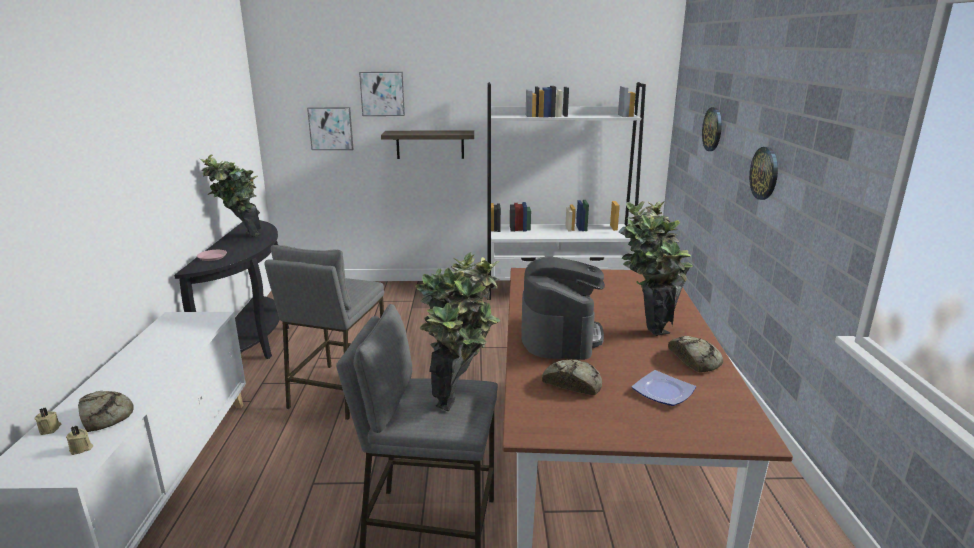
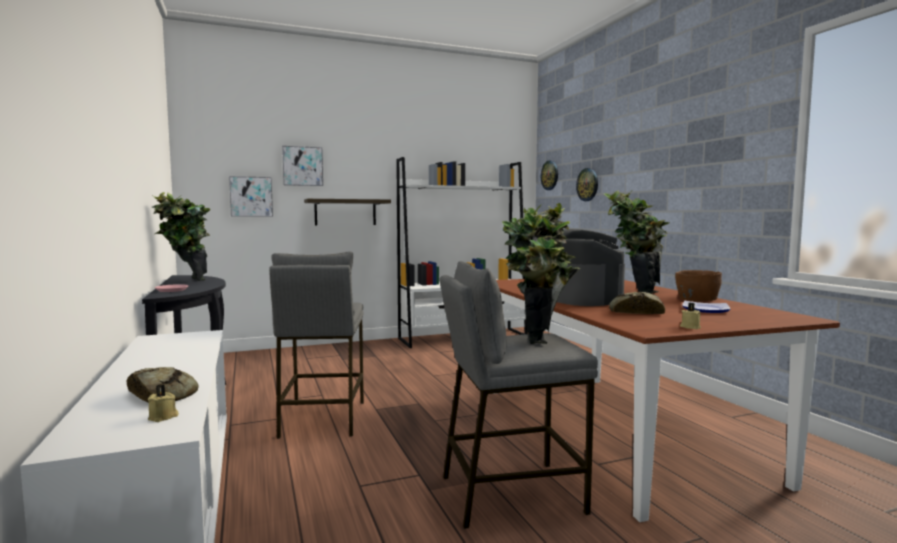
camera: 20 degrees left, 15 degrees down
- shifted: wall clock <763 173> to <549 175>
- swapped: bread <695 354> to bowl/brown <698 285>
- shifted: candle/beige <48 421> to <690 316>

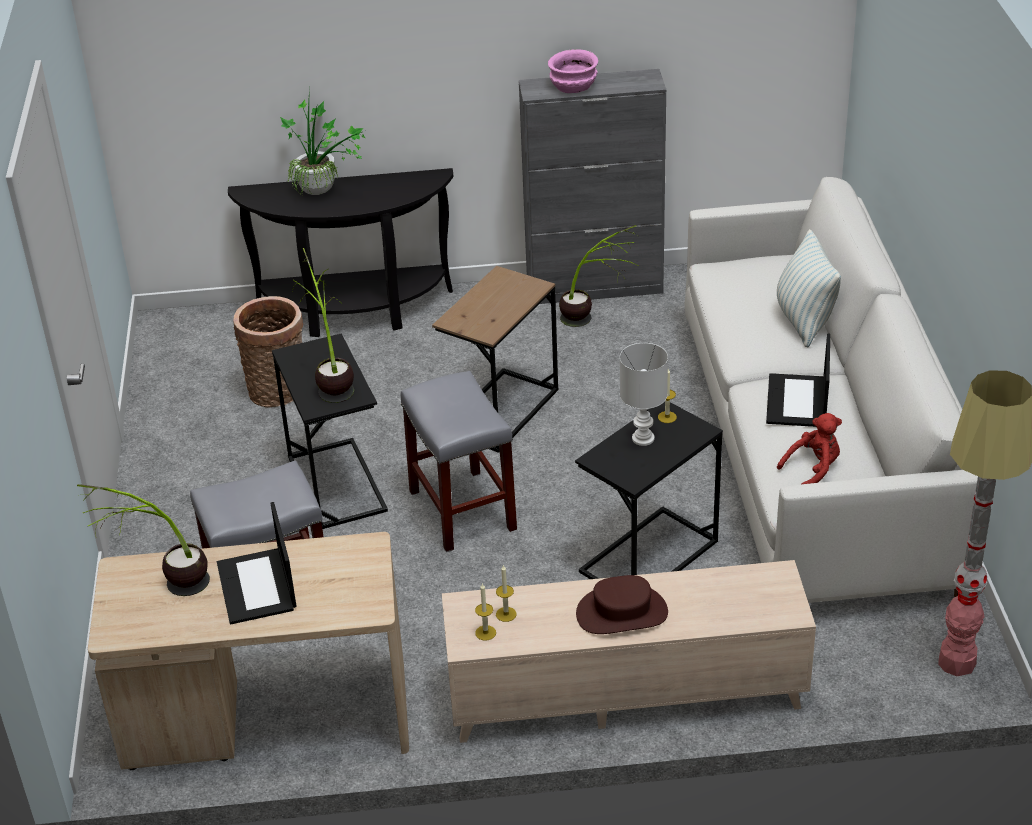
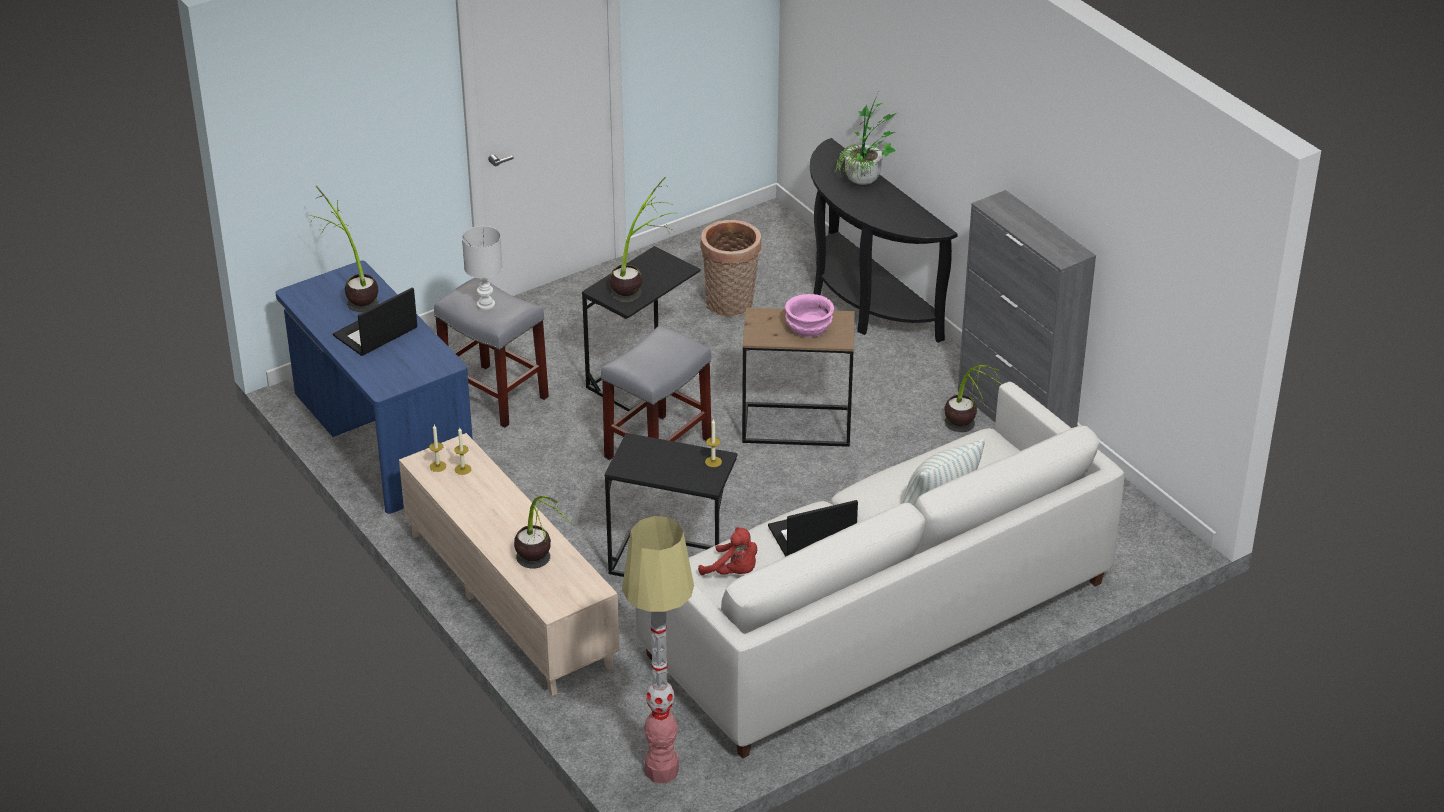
camera: 60 degrees right, 0 degrees up
- shifted: bowl/pink <573 71> to <809 315>
- shifted: table lamp/white <644 394> to <482 268>
- repainted: desk/beige <248 651> to desk/blue <374 387>
- gone: hat/brown <622 604>
- new: potted plant <543 531>

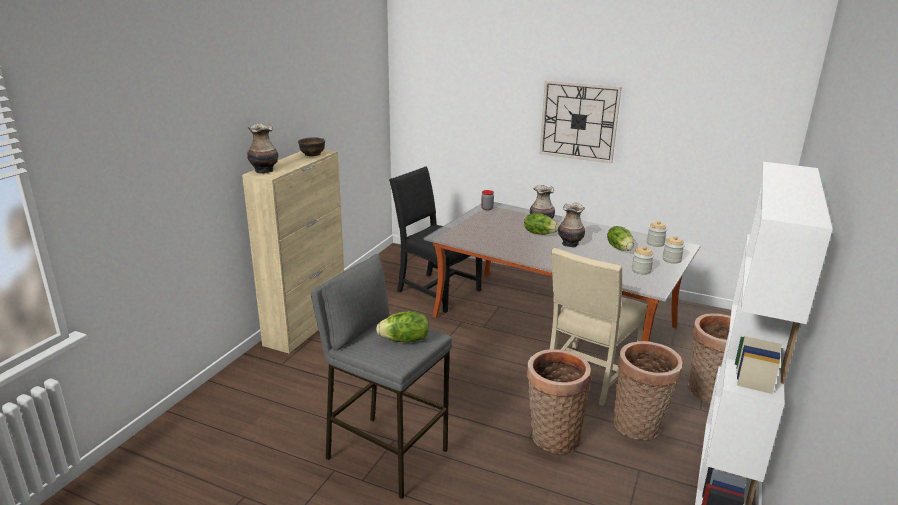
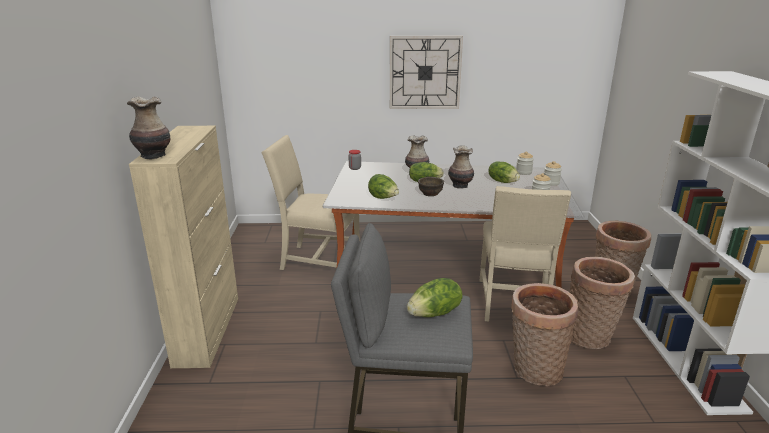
camera: 25 degrees left, 0 degrees up
- shifted: bowl/brown <311 146> to <431 186>
- repainted: chair/black <435 239> to chair/beige <310 202>
- new: lettuce <383 186>

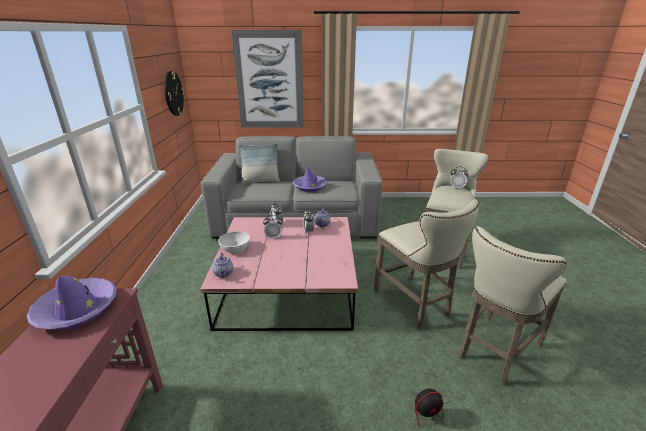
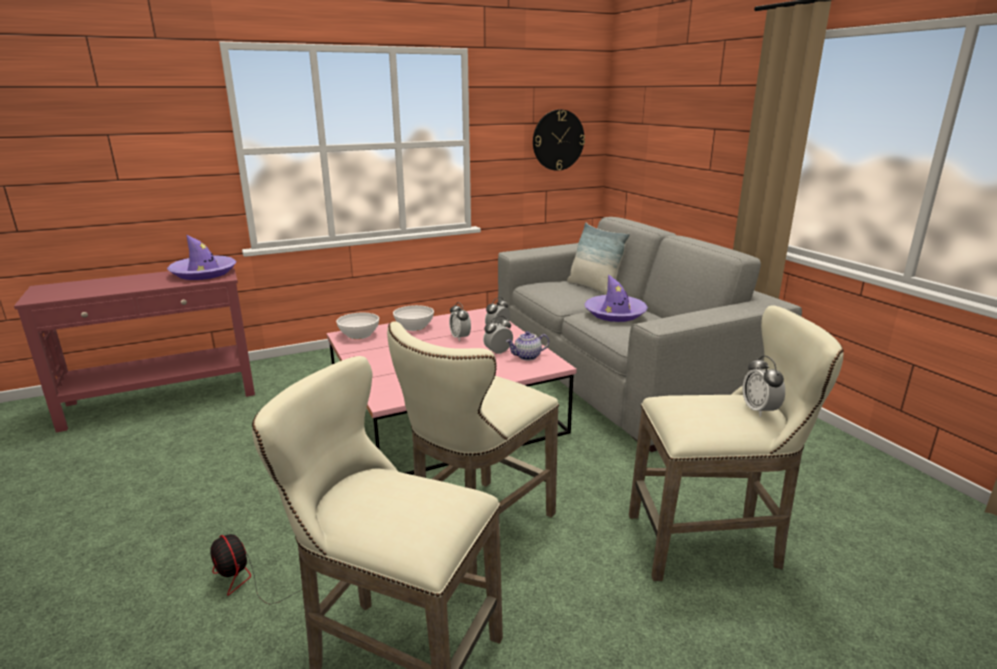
camera: 65 degrees right, 5 degrees down
- gone: picture <267 79>
- swapped: teapot <222 265> to bowl/white <357 326>

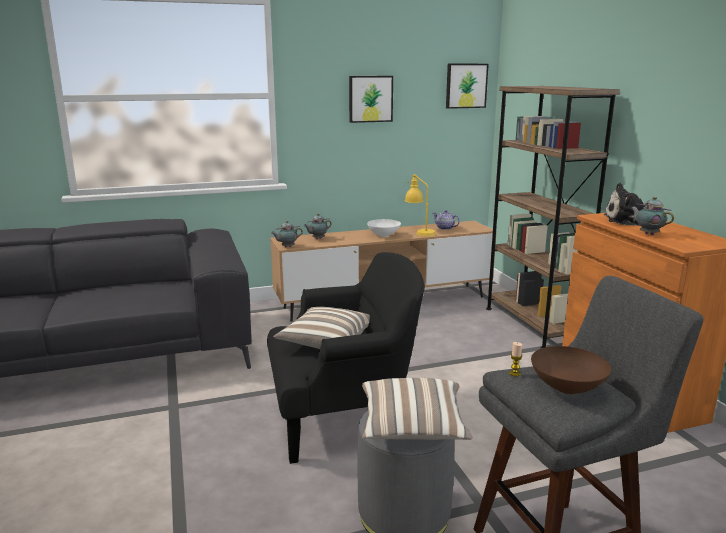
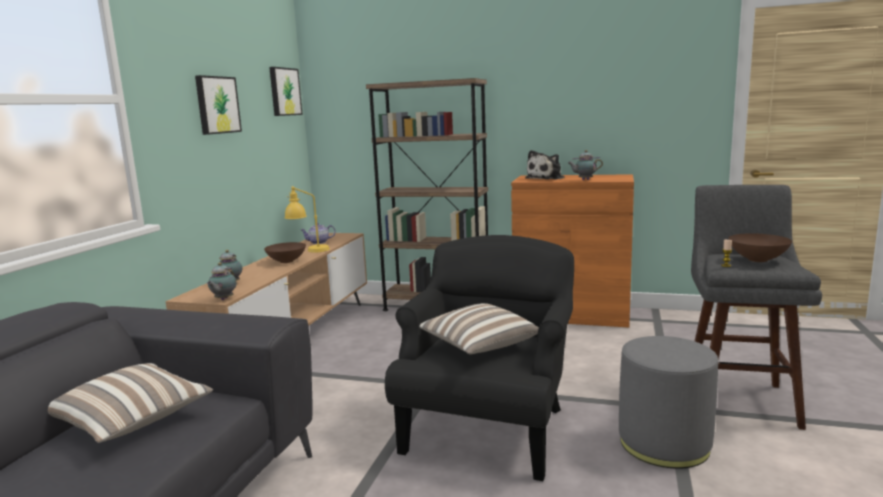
camera: 55 degrees left, 5 degrees down
- repainted: bowl/white <384 228> to bowl/brown <285 252>
- shifted: pillow <417 409> to <130 403>

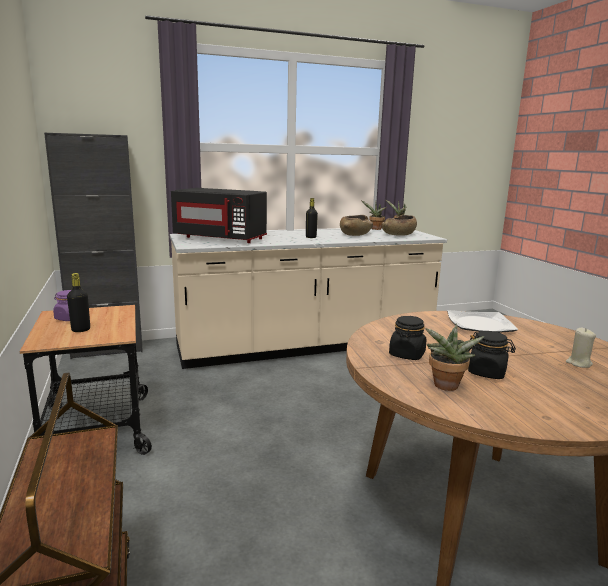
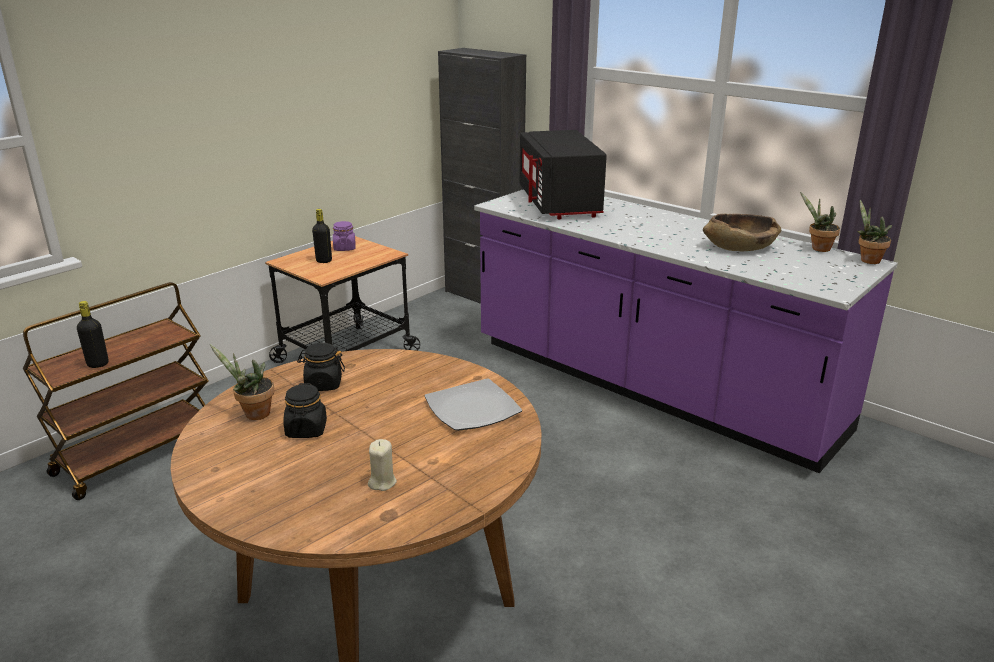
camera: 60 degrees right, 10 degrees up
- shifted: bottle/black <312 218> to <93 334>
- gone: bowl/brown <399 225>
- repainted: counter/beige <308 299> to counter/purple <686 331>

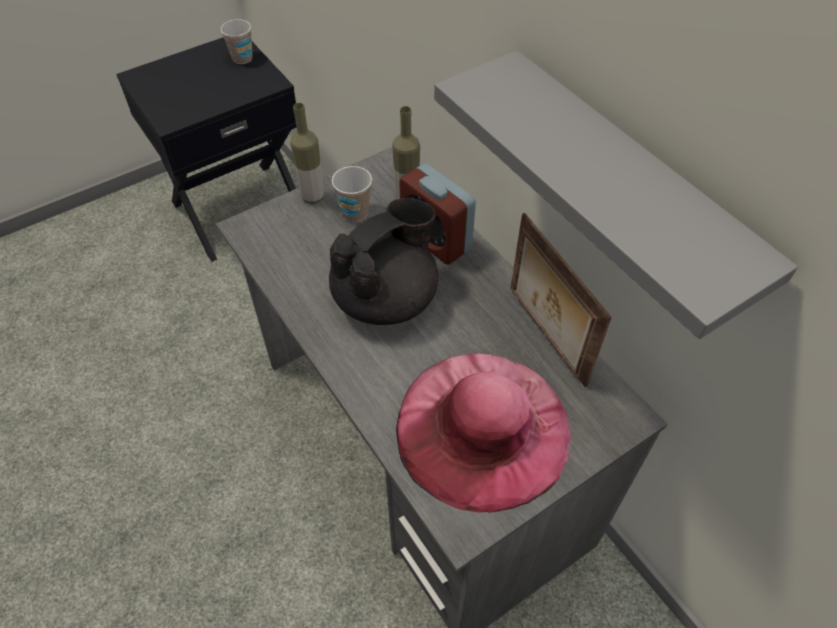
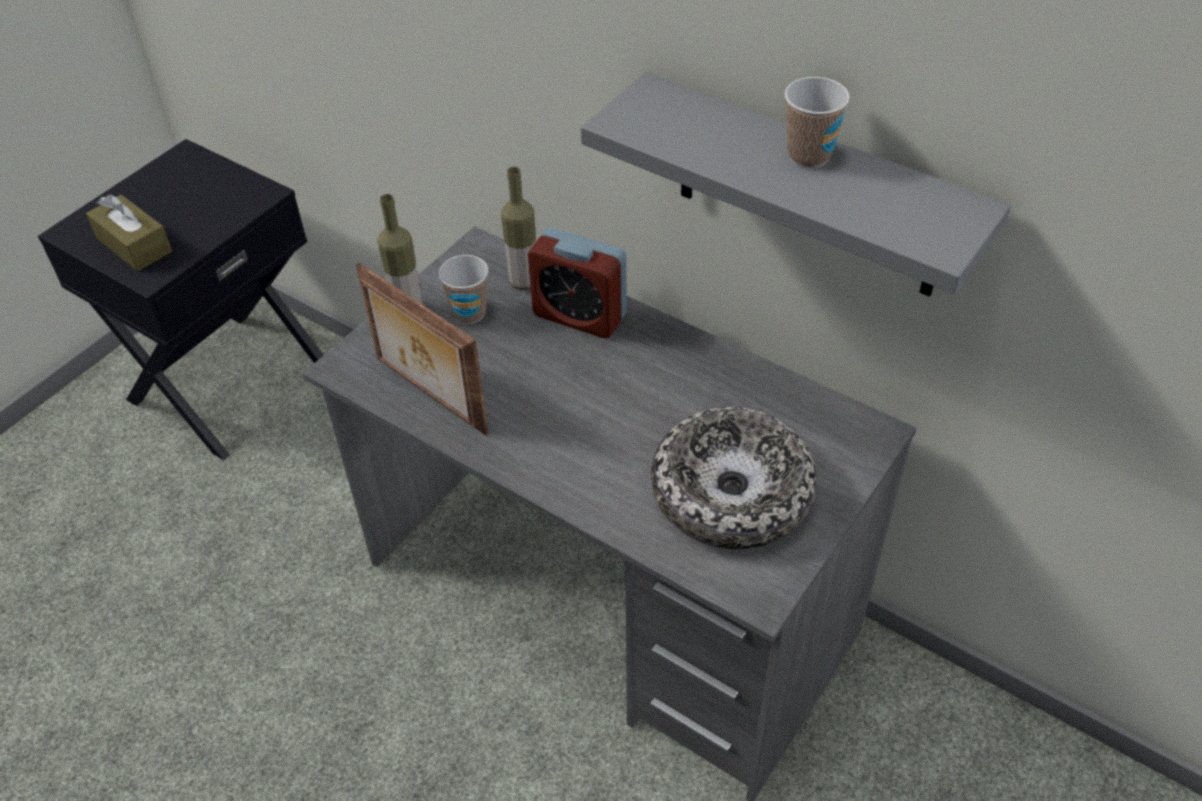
camera: 20 degrees left, 5 degrees down
- shifted: cup <237 41> to <817 122>
- gone: teapot/black <383 261>
- shifted: picture frame <561 300> to <422 348>
- swapped: hat/pink <483 433> to bowl <734 478>
- new: tissue box/brown <129 232>

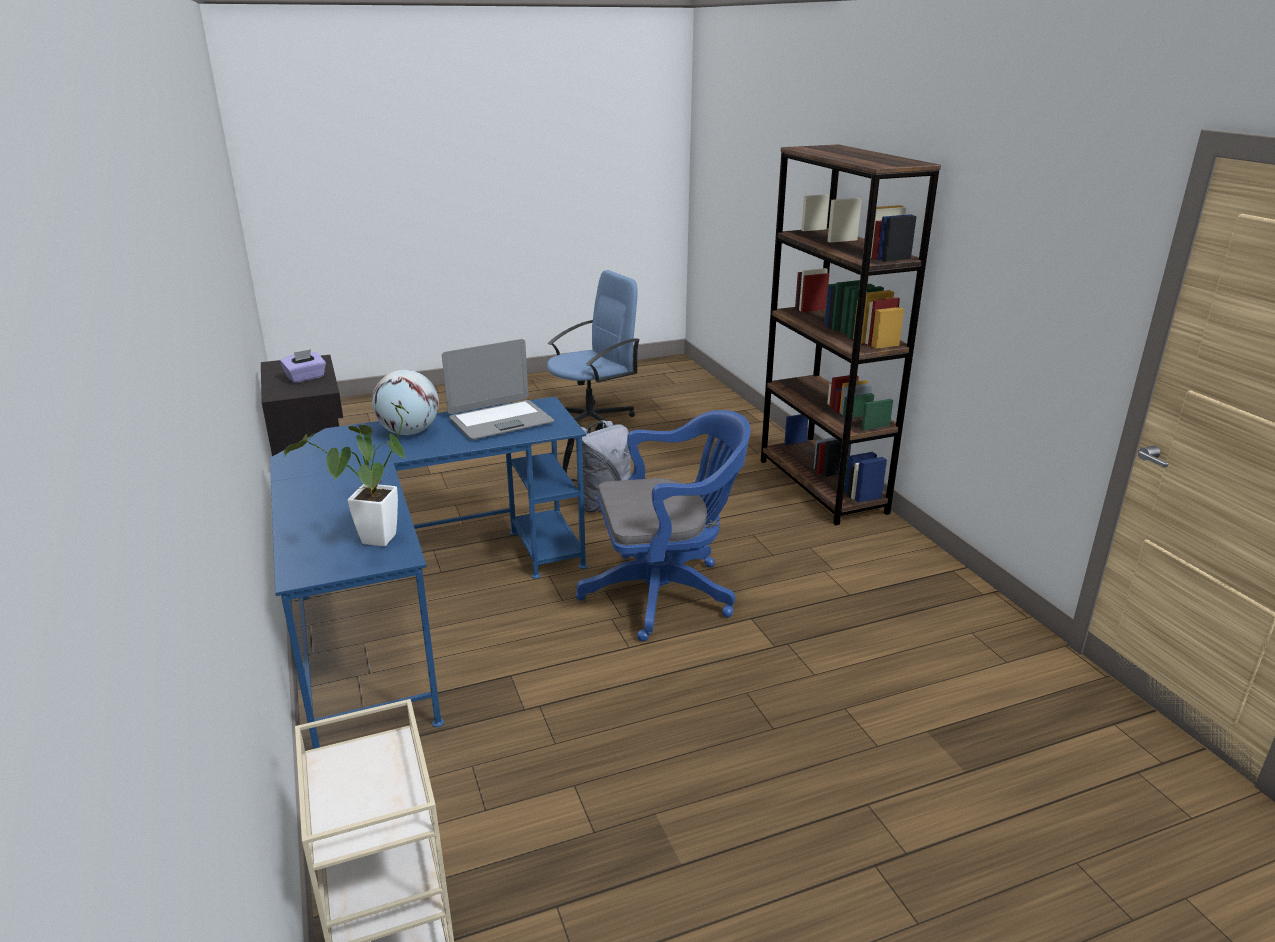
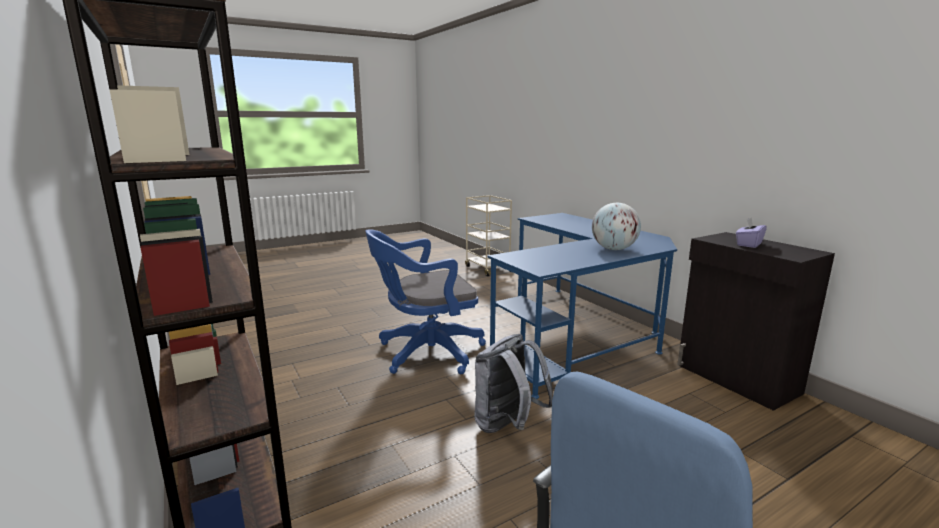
camera: 170 degrees right, 10 degrees down
- gone: laptop <498 389>
- gone: potted plant <346 474>

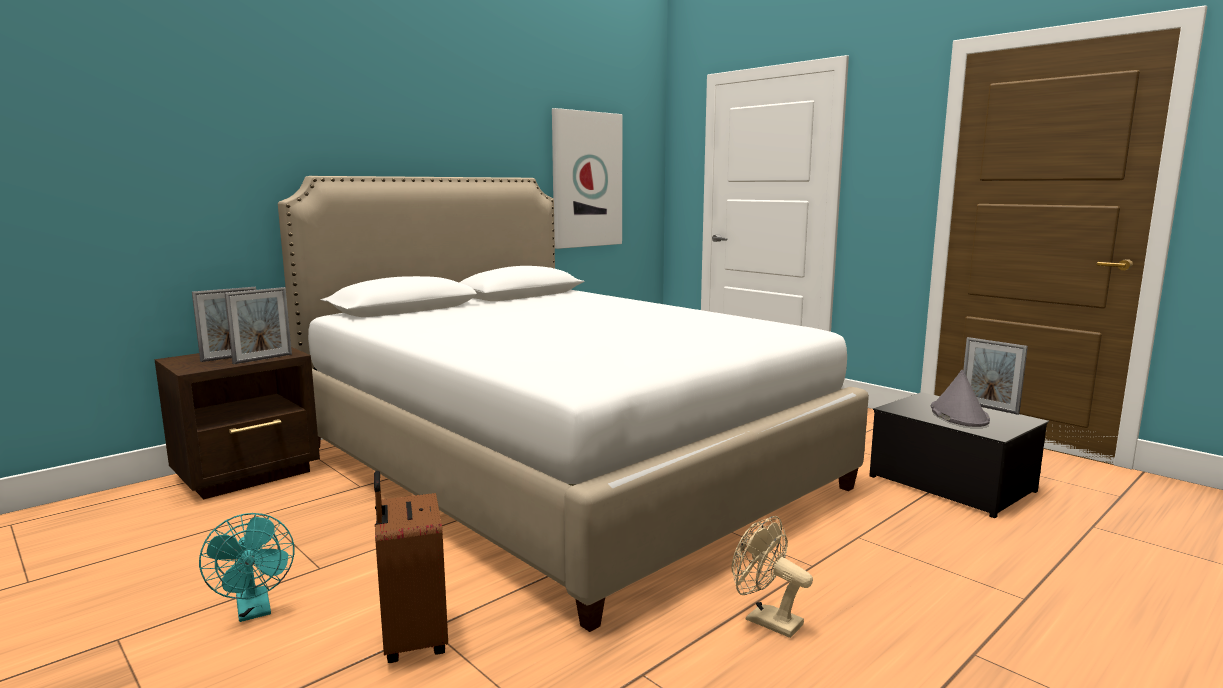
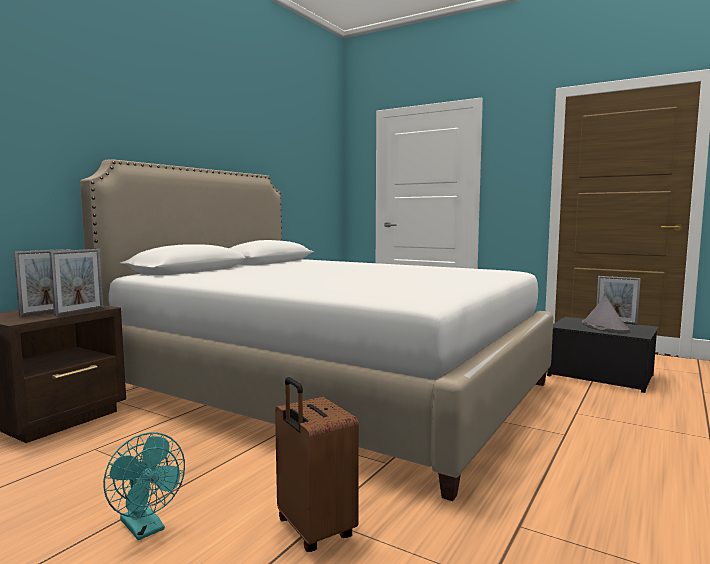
camera: 15 degrees left, 5 degrees down
- gone: picture <587 178>
- gone: fan/beige <772 577>

